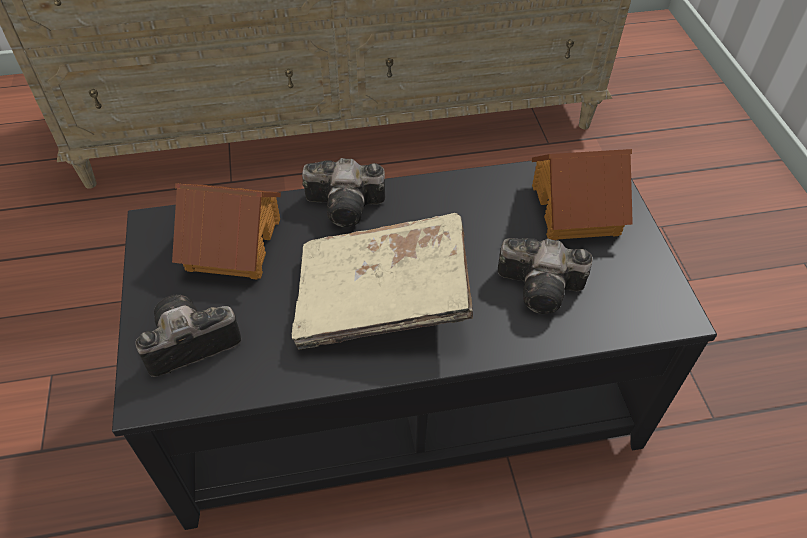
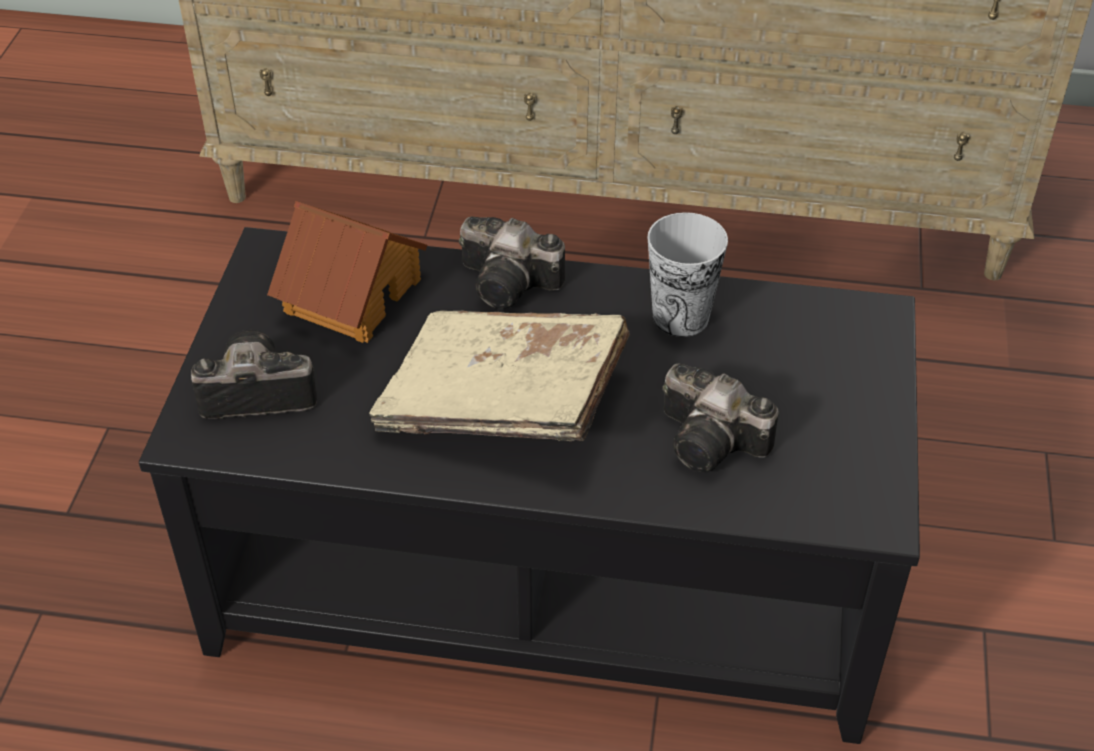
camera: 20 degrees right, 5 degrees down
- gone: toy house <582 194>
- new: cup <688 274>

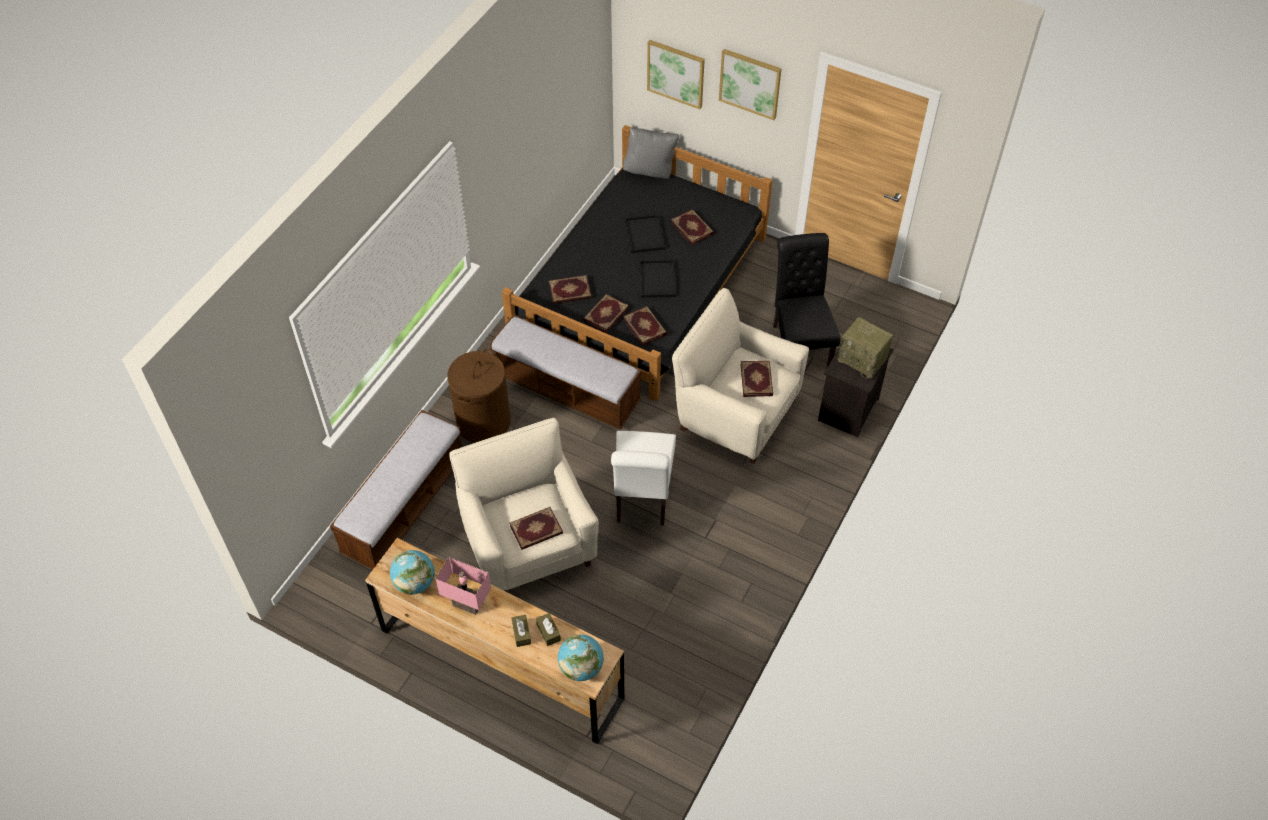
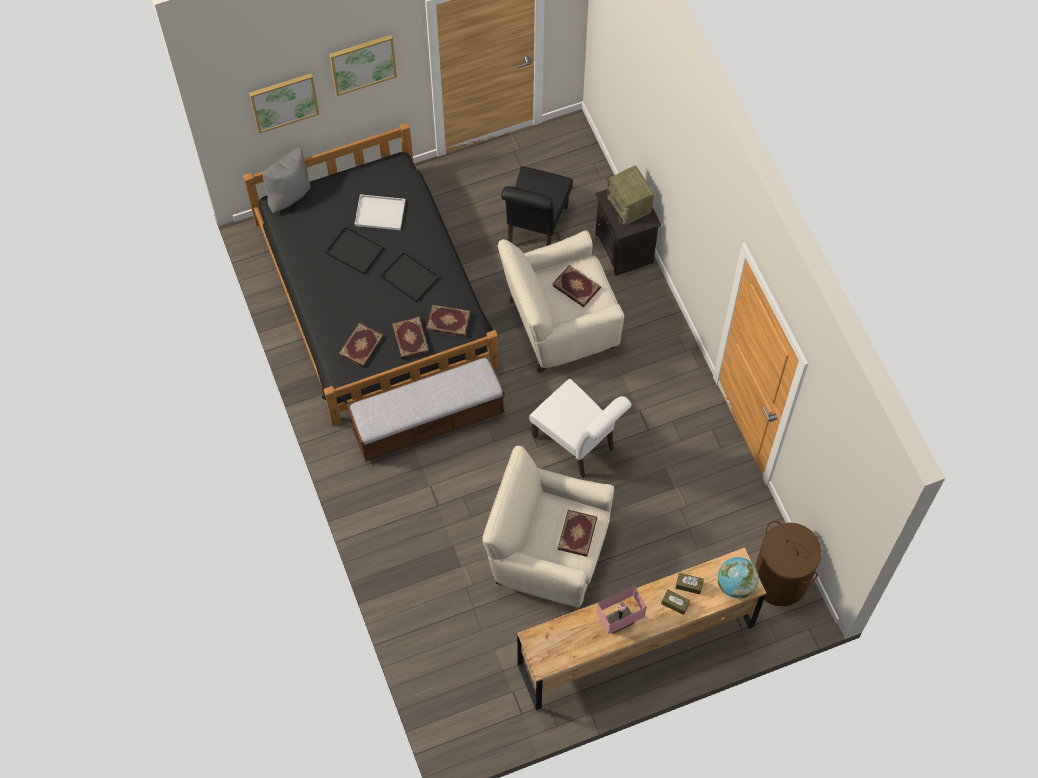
camera: 50 degrees left, 10 degrees up
- swapped: book <692 227> to tray/white <380 212>
- rotated: chair/black <807 301> = <537 206> 105 degrees counterclockwise
- rotated: radio <865 348> = <630 195> 75 degrees clockwise
- shifted: laundry basket/brown <479 396> to <788 563>
- gone: bench <396 489>
- gone: globe <412 572>

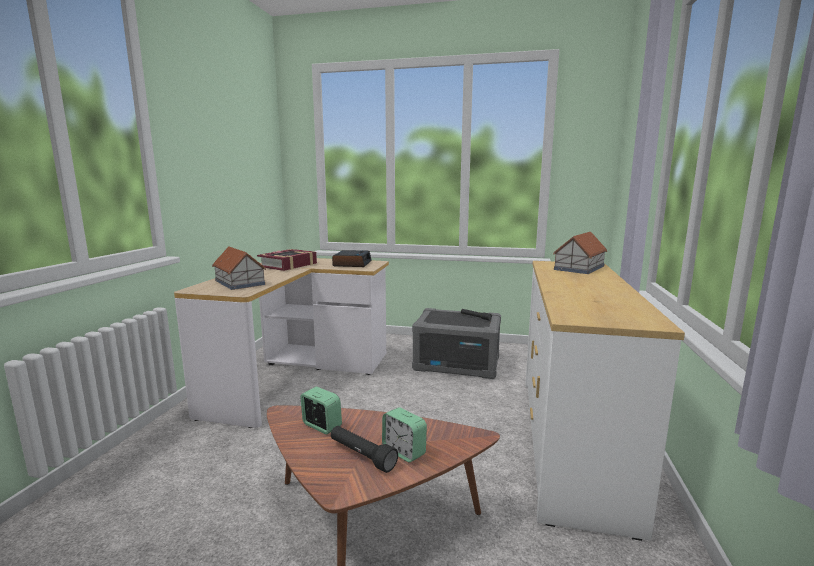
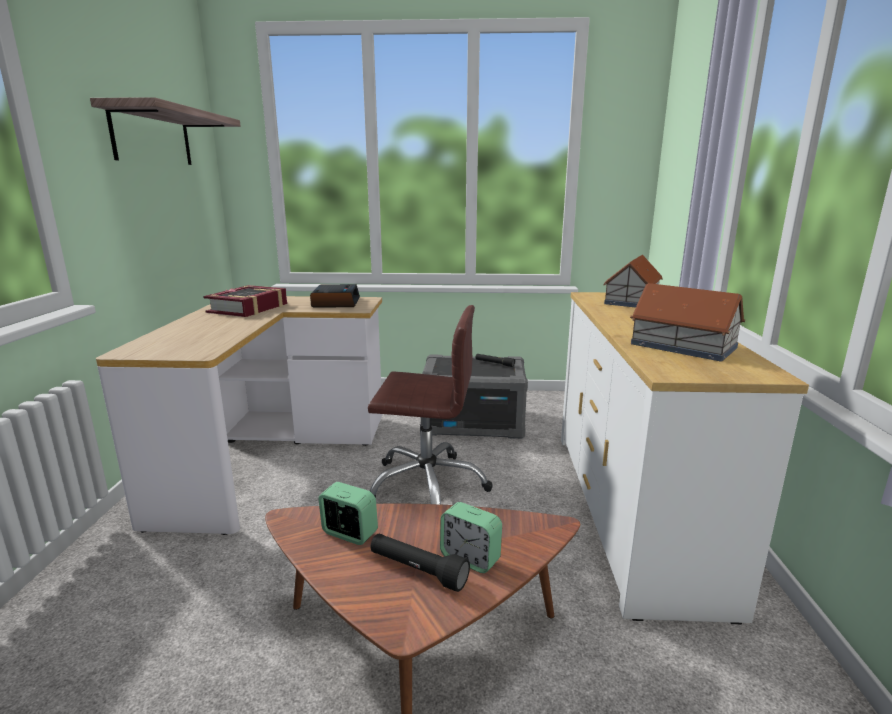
camera: 10 degrees left, 5 degrees up
- shifted: toy house <239 268> to <687 322>
- new: shelf <165 131>
- new: office chair/brown <430 405>

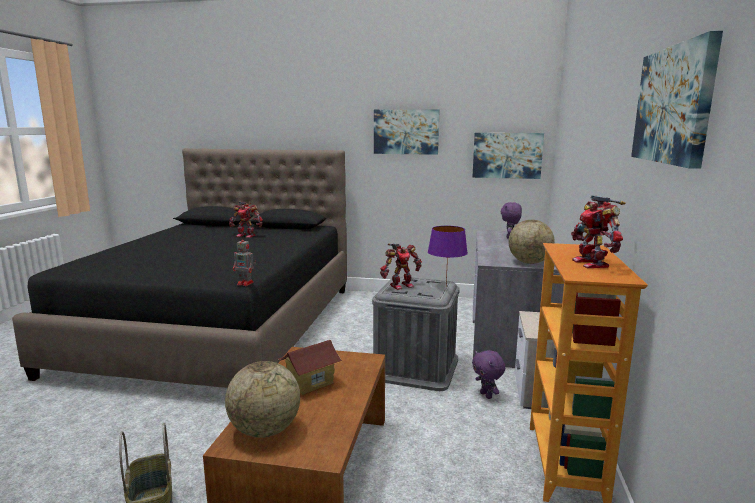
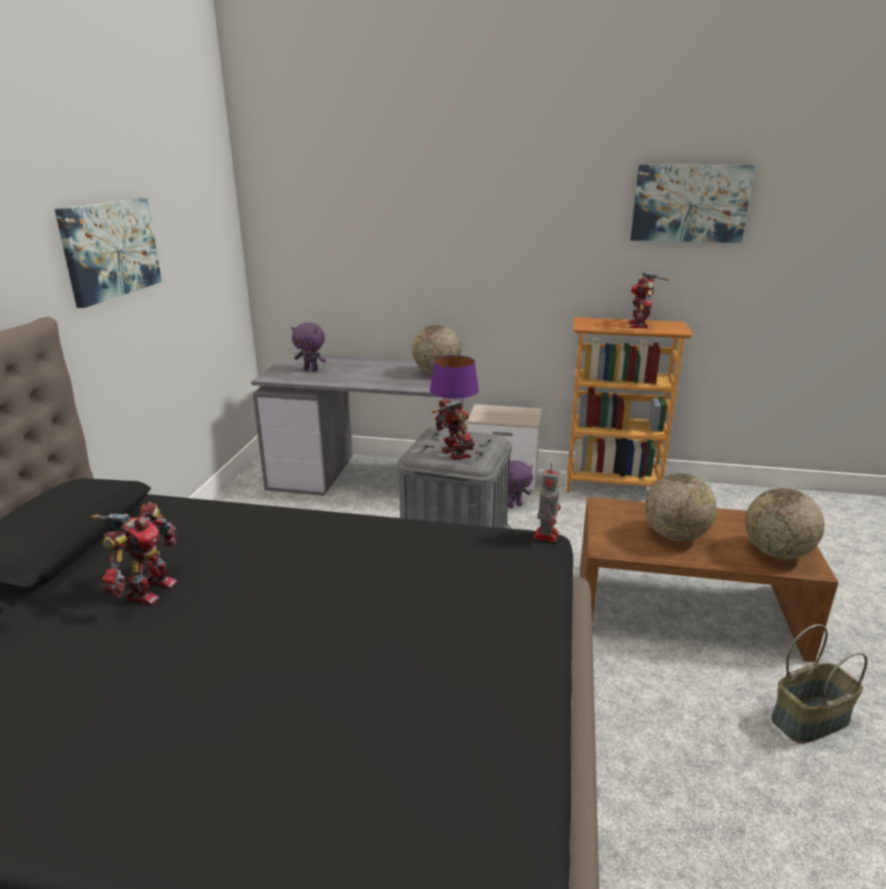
camera: 90 degrees left, 10 degrees up
- gone: picture <508 156>
- rotated: toy robot <598 231> = <648 300> 105 degrees clockwise
- swapped: toy house <310 367> to globe <681 507>

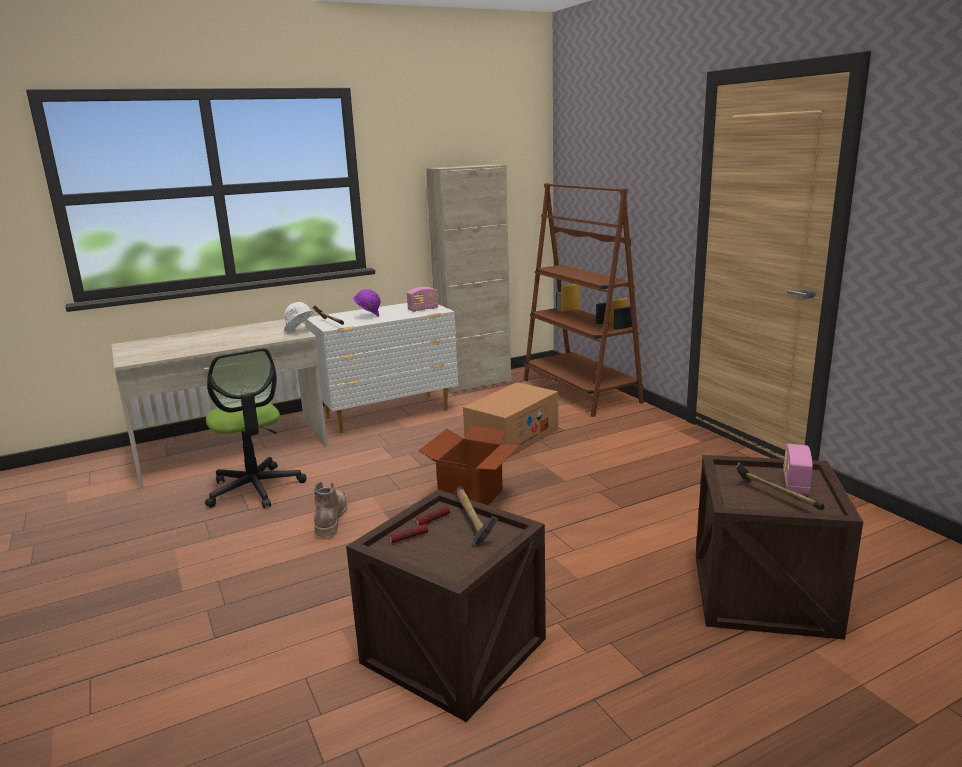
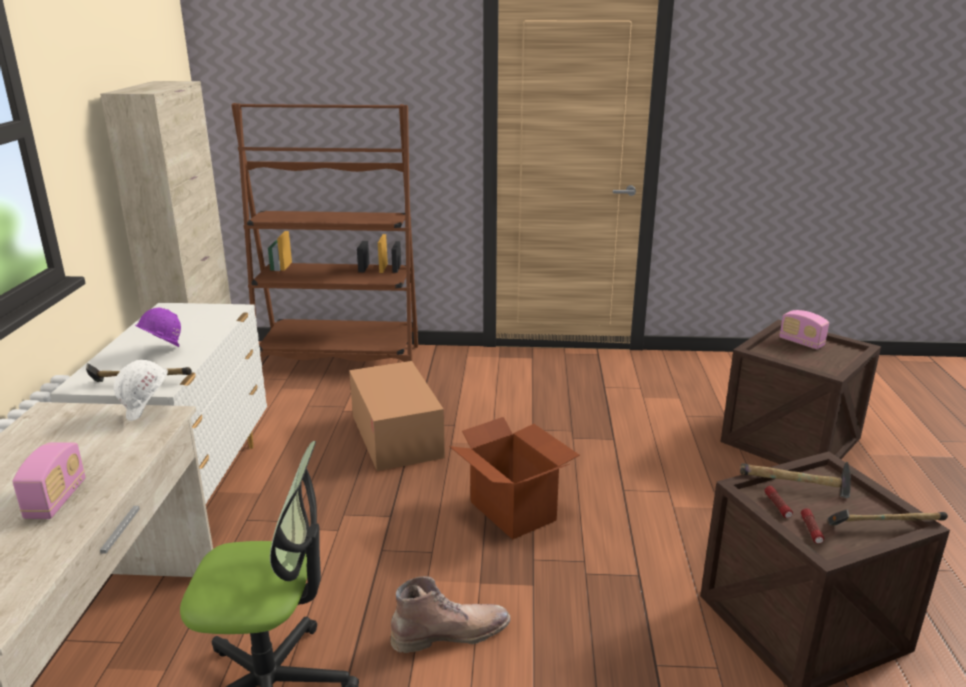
camera: 60 degrees left, 5 degrees up
- shifted: radio <422 299> to <49 480>
- shifted: hammer <780 486> to <888 517>
- rotated: boot/brown <330 509> = <450 614> 135 degrees clockwise

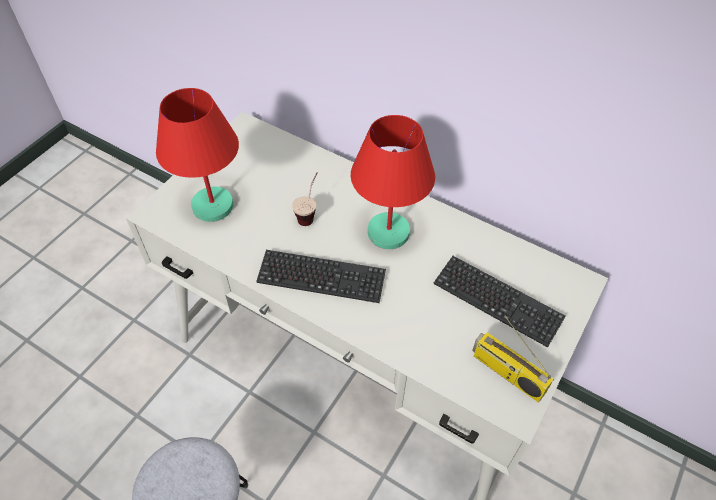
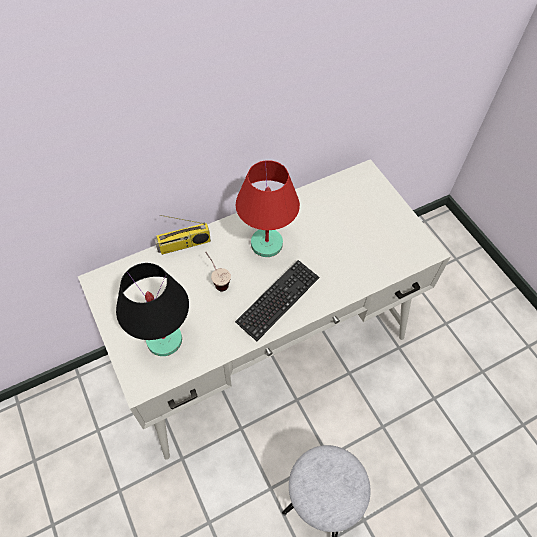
camera: 60 degrees left, 5 degrees up
- repainted: table lamp/red <197 155> to table lamp/black <152 309>
- gone: keyboard <499 301>
- shifted: radio <513 359> to <182 235>

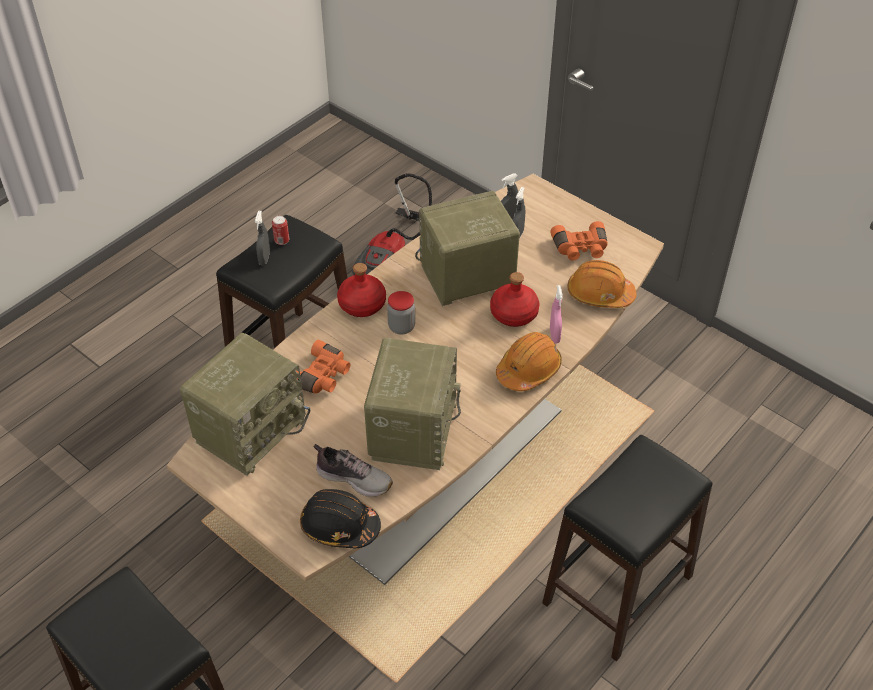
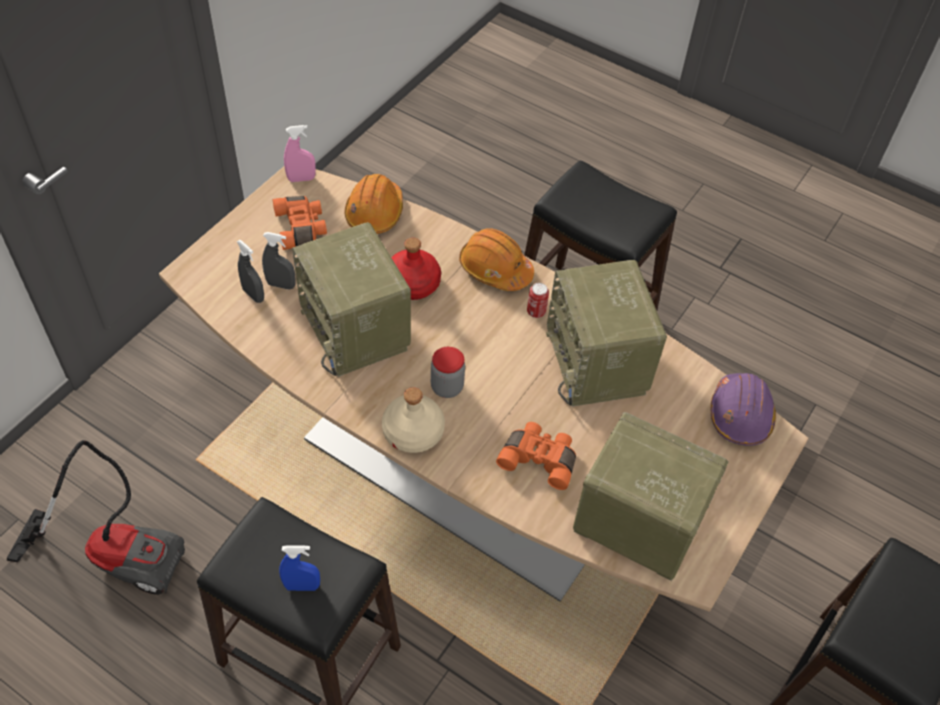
camera: 100 degrees left, 5 degrees up
- repainted: spray bottle/grey <262 238> to spray bottle/blue <299 568>
- shifted: can <280 230> to <538 300>
- repainted: bottle/red <361 290> to bottle/beige <413 420>
- shifted: spray bottle/pink <556 314> to <300 153>
- rotated: radio <412 404> = <606 333> 105 degrees counterclockwise
- gone: shoe <353 470>
- repainted: hard hat/black <340 518> to hard hat/purple <743 409>

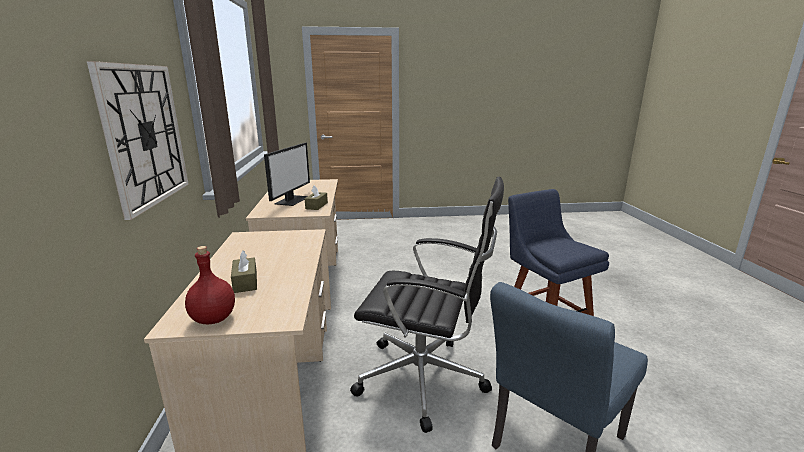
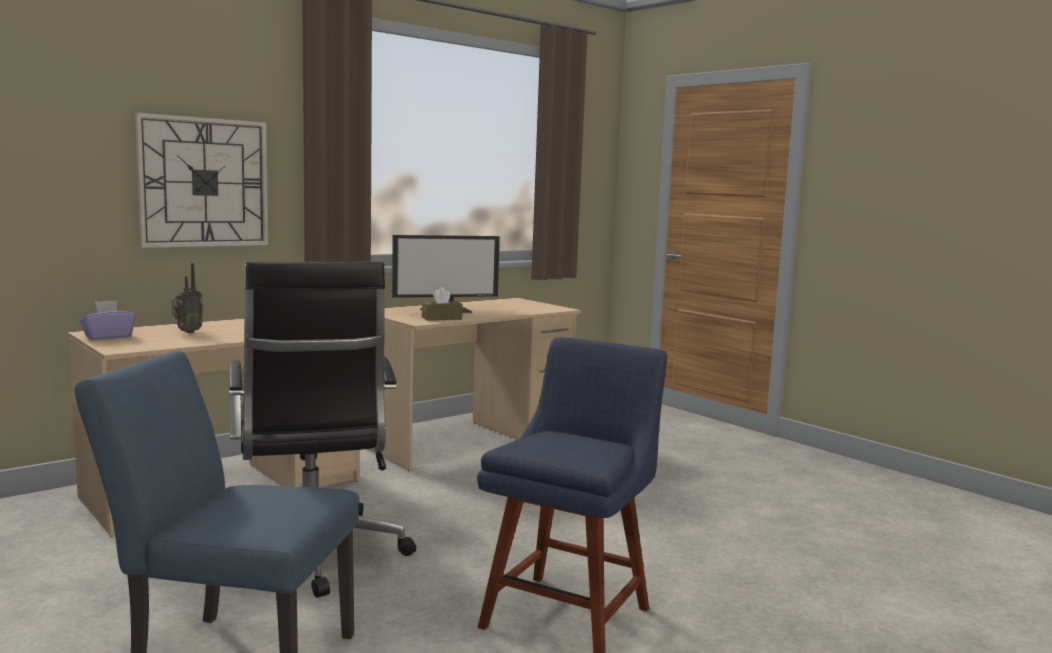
camera: 55 degrees right, 10 degrees down
- swapped: bottle/red <210 285> to tissue box/purple <108 320>
- swapped: tissue box/brown <244 271> to radio <187 298>

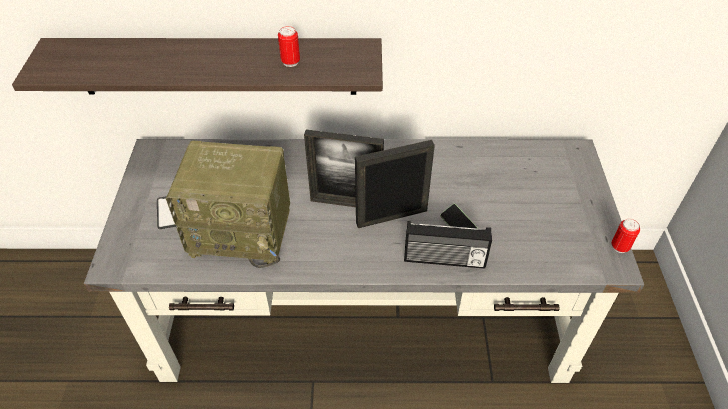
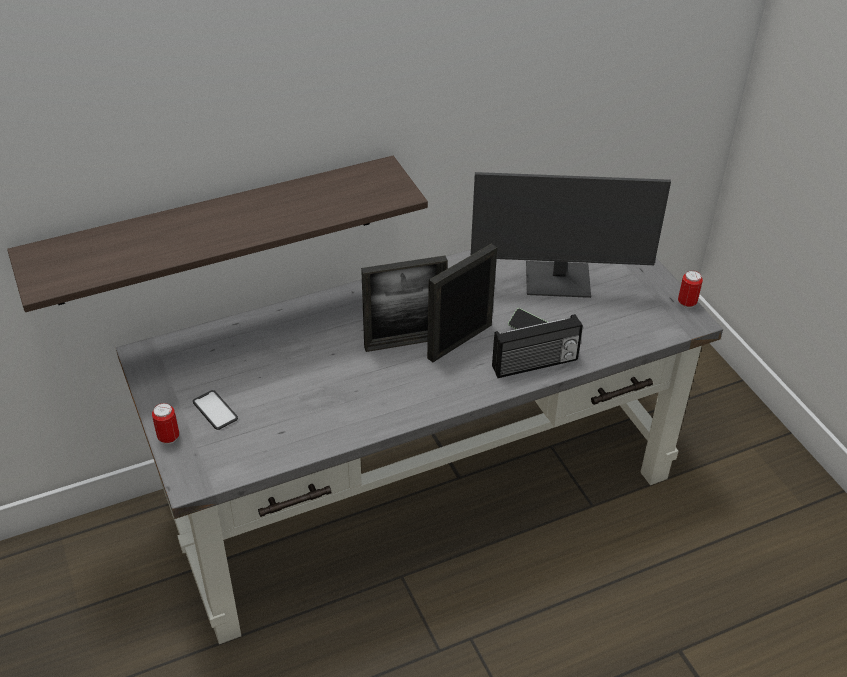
camera: 25 degrees left, 5 degrees down
- shifted: can <289 46> to <165 423>
- gone: radio <228 204>
- new: monitor <571 235>

